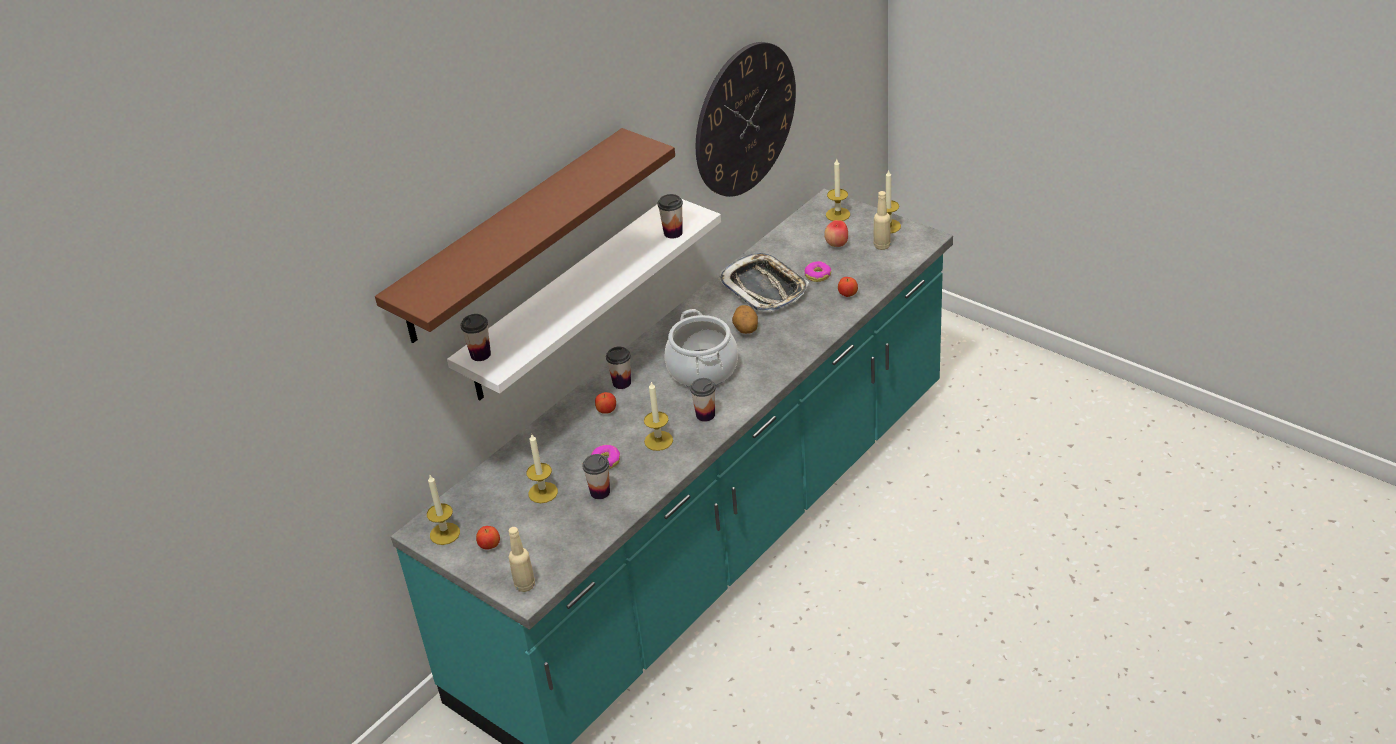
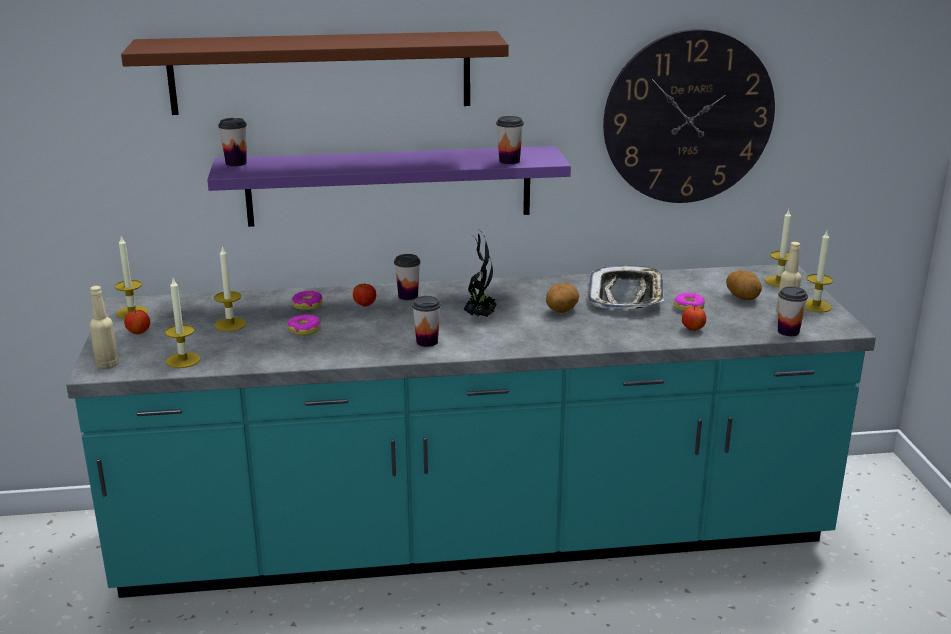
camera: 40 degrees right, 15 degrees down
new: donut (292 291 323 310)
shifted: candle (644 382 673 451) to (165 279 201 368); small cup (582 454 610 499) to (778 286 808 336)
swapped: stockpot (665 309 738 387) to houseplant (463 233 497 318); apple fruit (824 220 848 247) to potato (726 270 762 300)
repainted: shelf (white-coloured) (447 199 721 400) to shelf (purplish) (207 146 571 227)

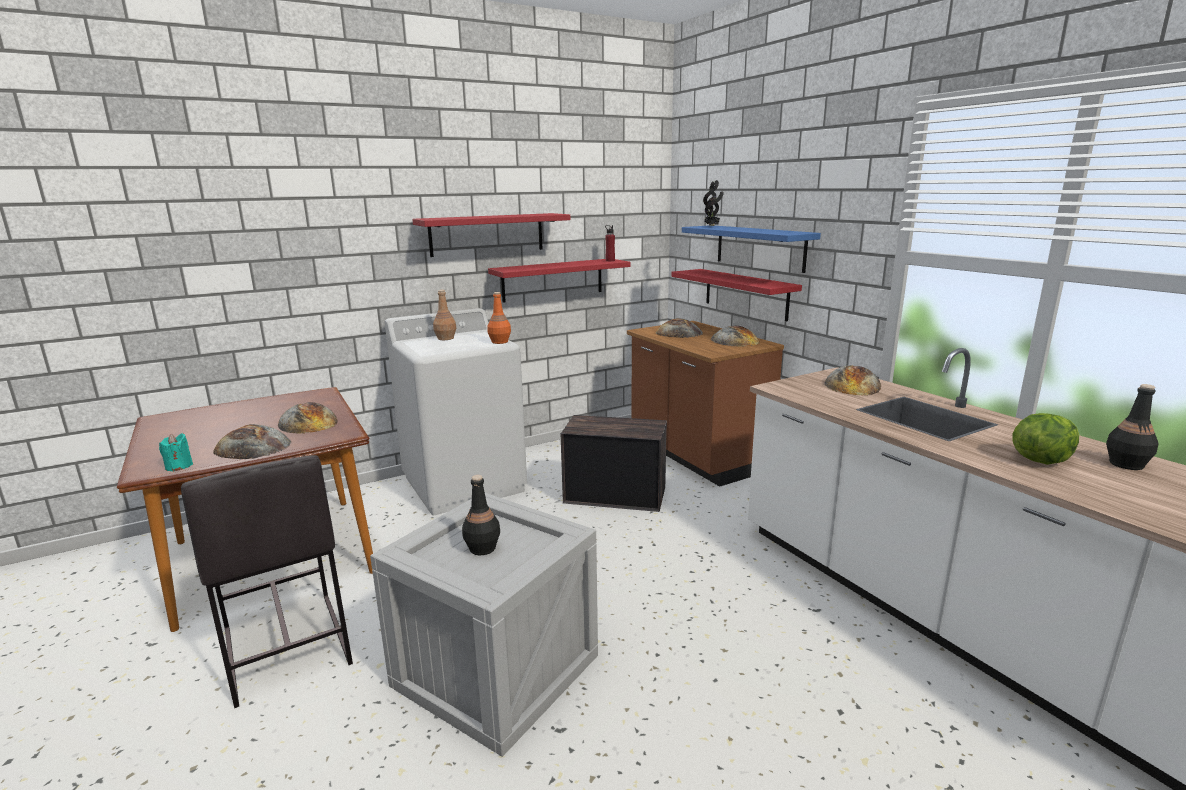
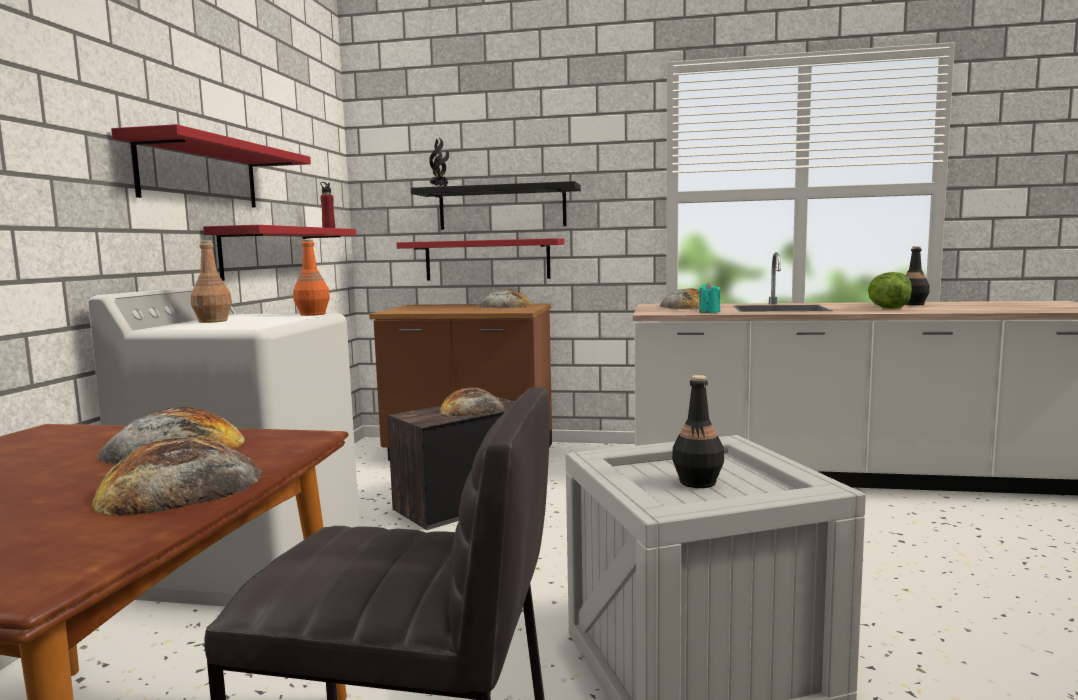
camera: 50 degrees left, 10 degrees down
shifted: bread (656 318 703 338) to (440 388 504 416); candle (turquoise) (159 433 193 472) to (698 282 720 313)
repainted: shelf (blue) (682 226 821 273) to shelf (blackish) (411 181 581 230)

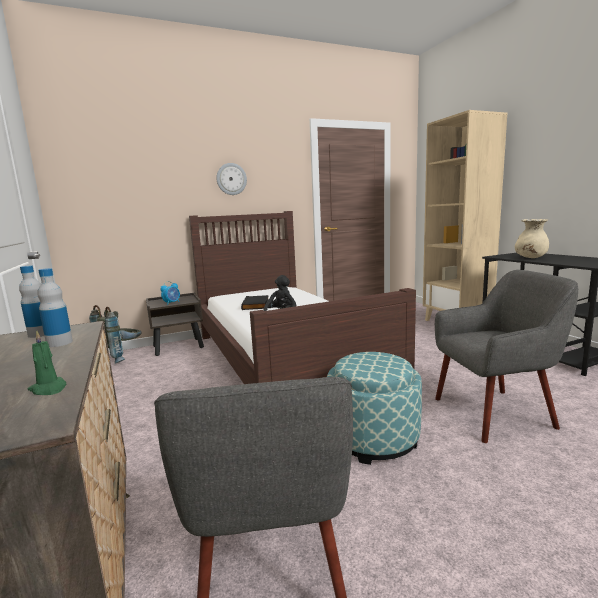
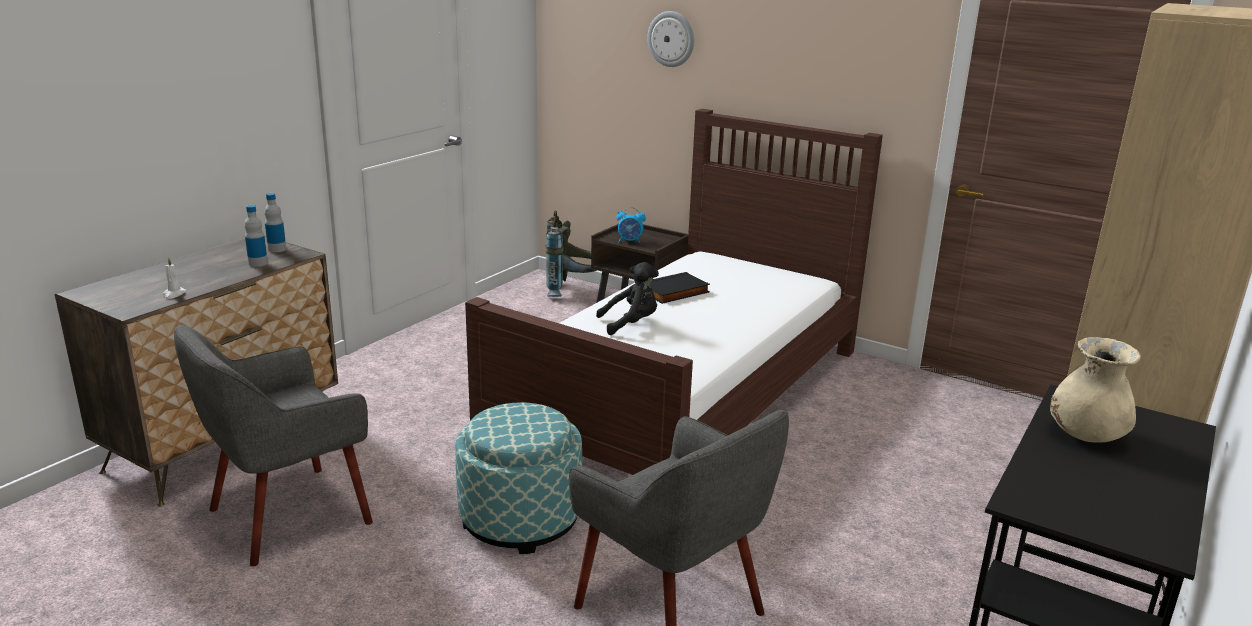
camera: 55 degrees right, 10 degrees up
shifted: hanging clock (216 163 247 195) to (647 11 694 67)
repainted: candle (green-coloured) (28 330 66 395) to candle (white-coloured) (163 258 186 299)

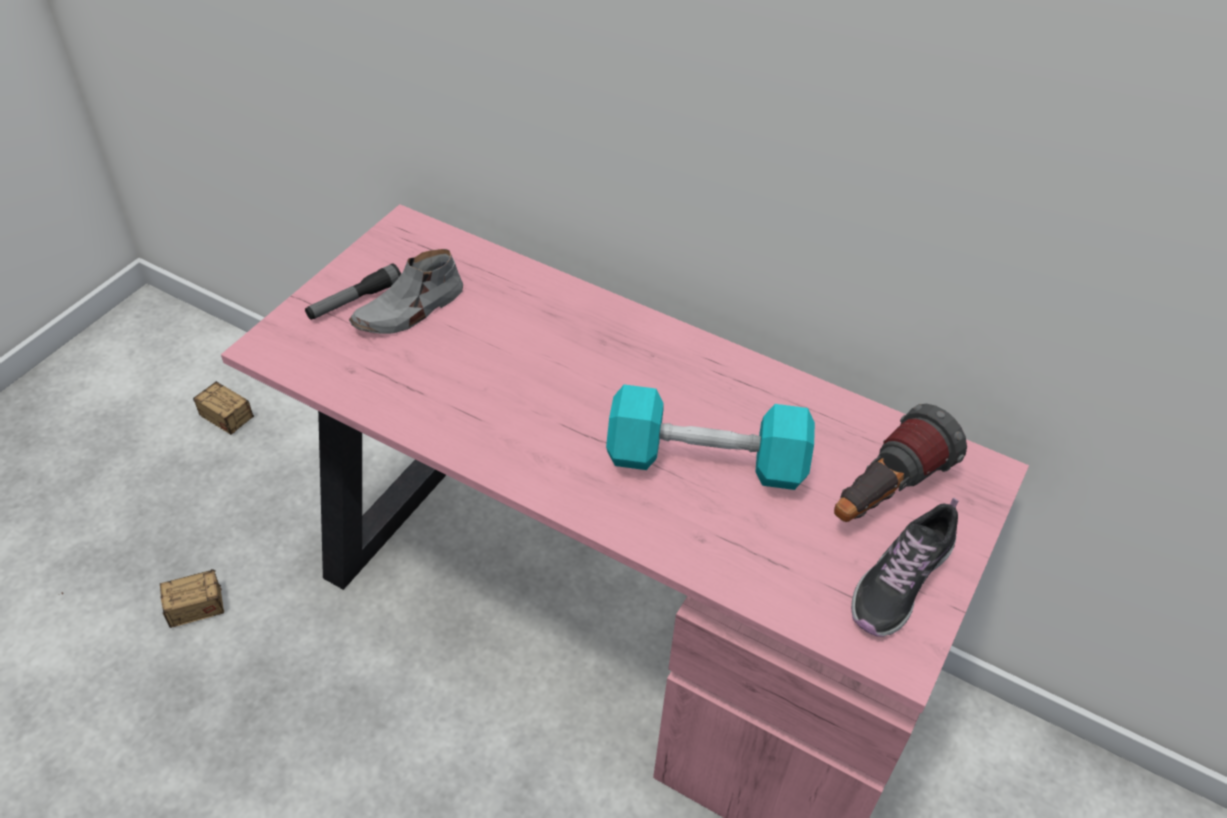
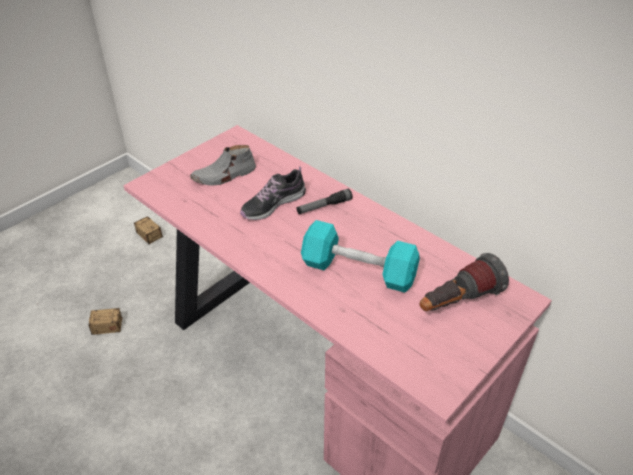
camera: 15 degrees right, 5 degrees down
shifted: low shoe (851 498 958 637) to (240 166 306 220); hand torch (305 263 401 320) to (297 189 352 214)

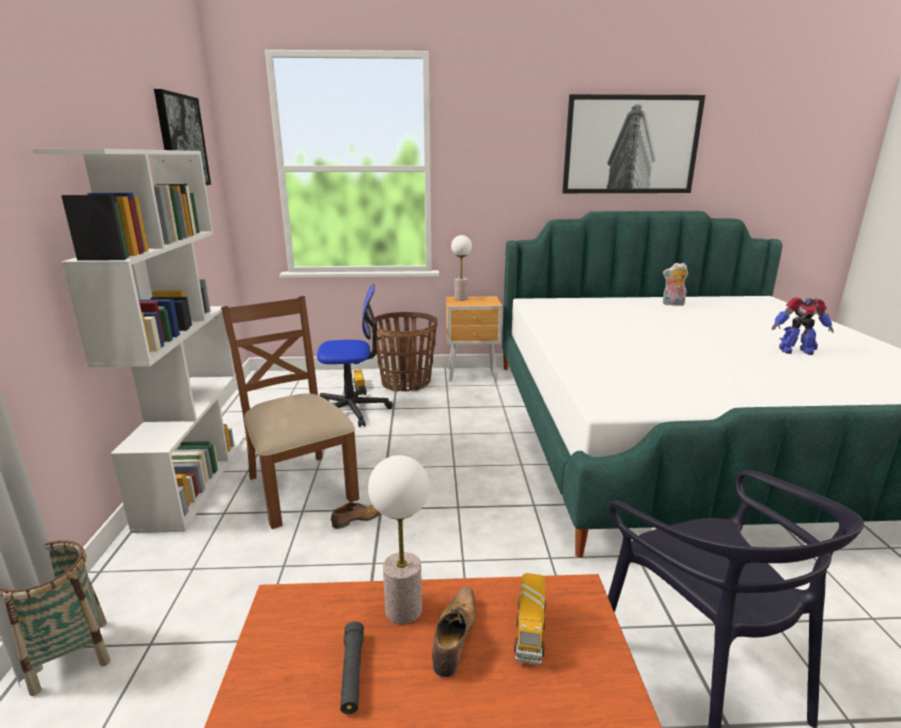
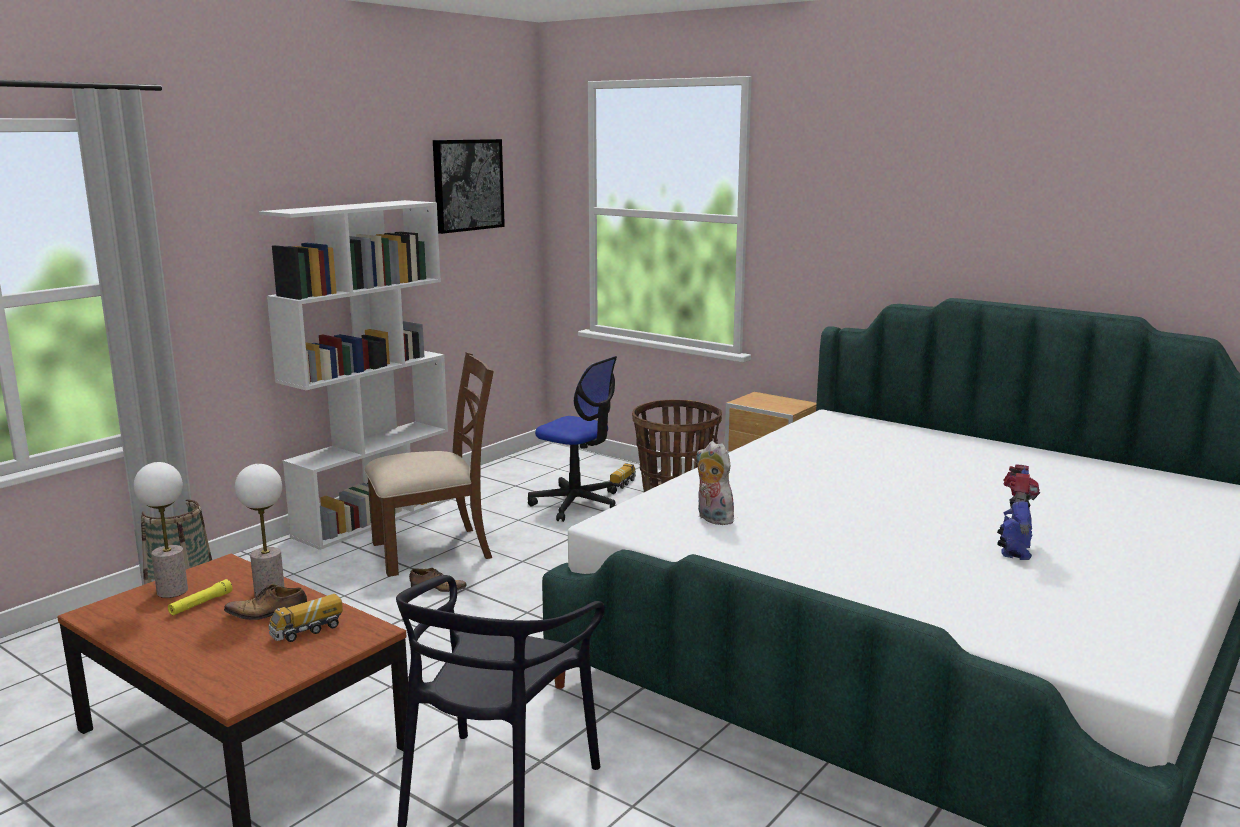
camera: 40 degrees right, 5 degrees down
gone: wall picture (562 94 705 193)
shifted: lamp for a table (451 235 472 301) to (134 462 188 598); cuddly toy (663 263 688 306) to (696 441 735 525)
repainted: hand torch (blackish) (340 621 364 714) to hand torch (yellow) (168 579 233 615)
rotated: low shoe (432 587 475 677) = (224 584 307 620) 150 degrees counterclockwise; plain chair (brownish) (221 296 359 529) = (365 352 494 577) 60 degrees clockwise; robot figure (772 297 834 355) = (997 464 1040 560) 120 degrees counterclockwise

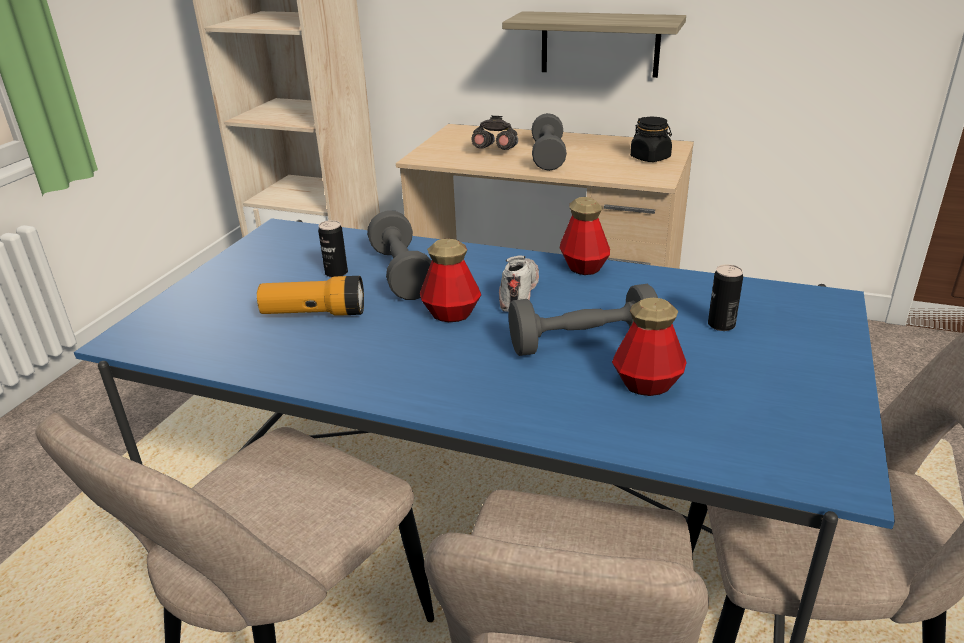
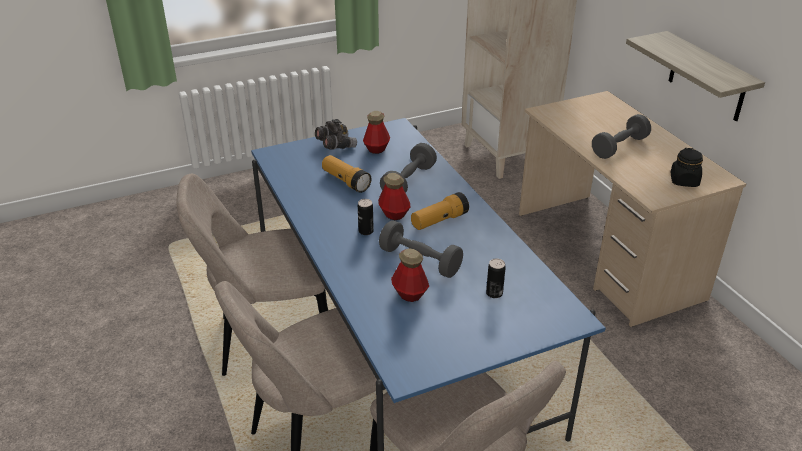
camera: 45 degrees right, 5 degrees up
shifted: pair of binoculars (grey) (471 116 518 150) to (315 119 357 150); can (318 220 348 278) to (358 199 374 235); beverage bottle (560 197 610 275) to (363 111 390 154)
swapped: low shoe (white-coloured) (499 256 539 312) to hand torch (411 192 469 230)

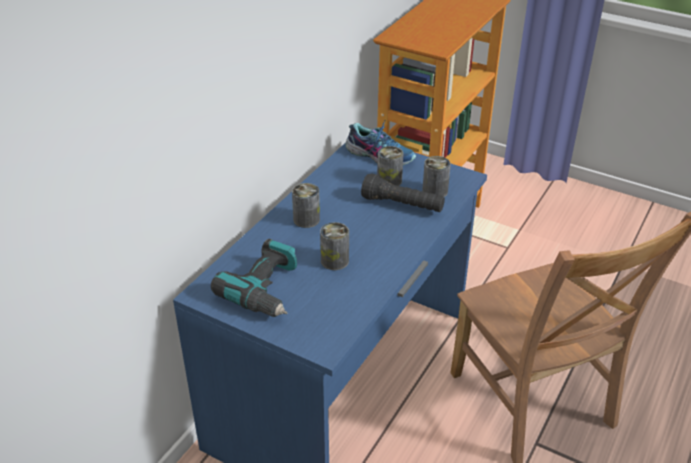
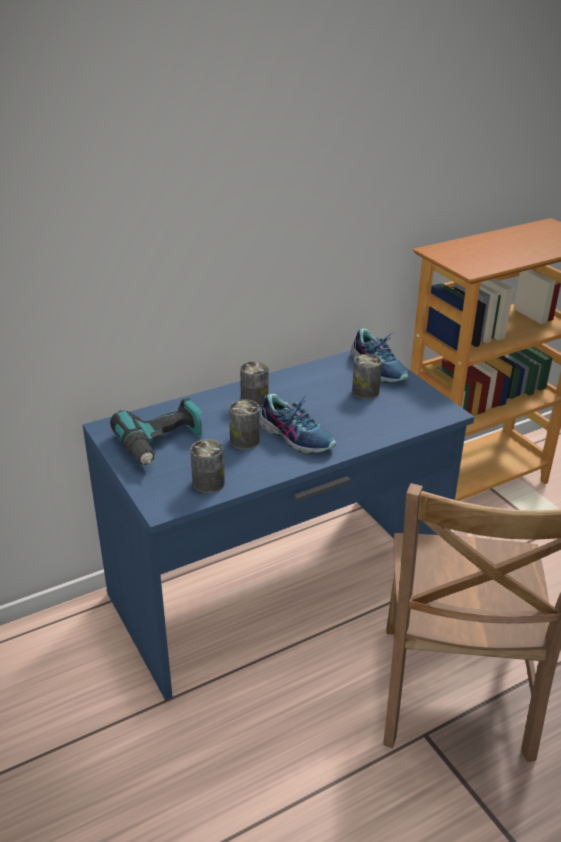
camera: 30 degrees right, 5 degrees down
gone: hand torch (blackish) (361 173 445 212)
new: low shoe (260 394 336 454)
shifted: can (422 156 451 197) to (190 439 225 493)

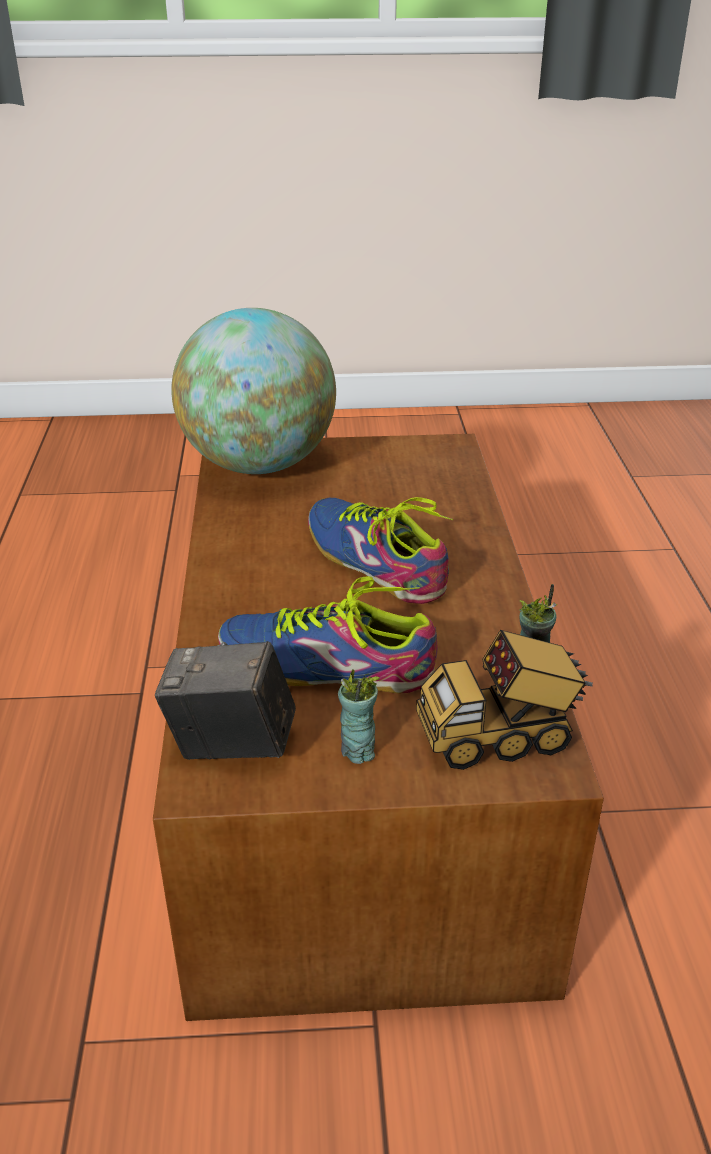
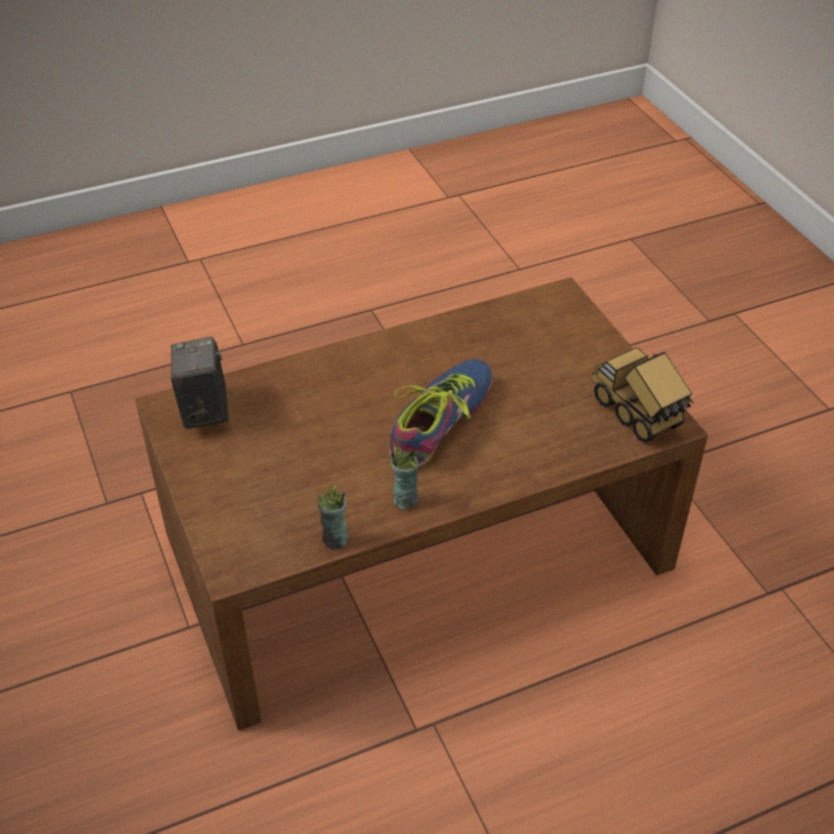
camera: 70 degrees right, 10 degrees up
gone: world globe (171 308 336 474); low shoe (218 576 438 694)
shifted: small cup (338 670 380 764) to (391 446 419 510); toy truck (416 630 593 770) to (592 347 693 443)

